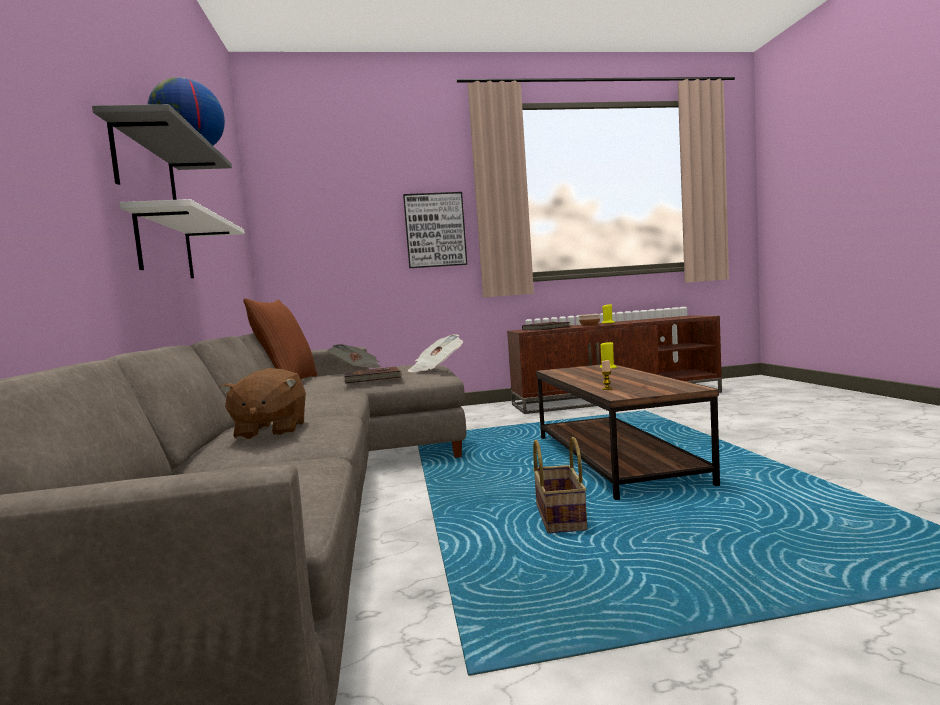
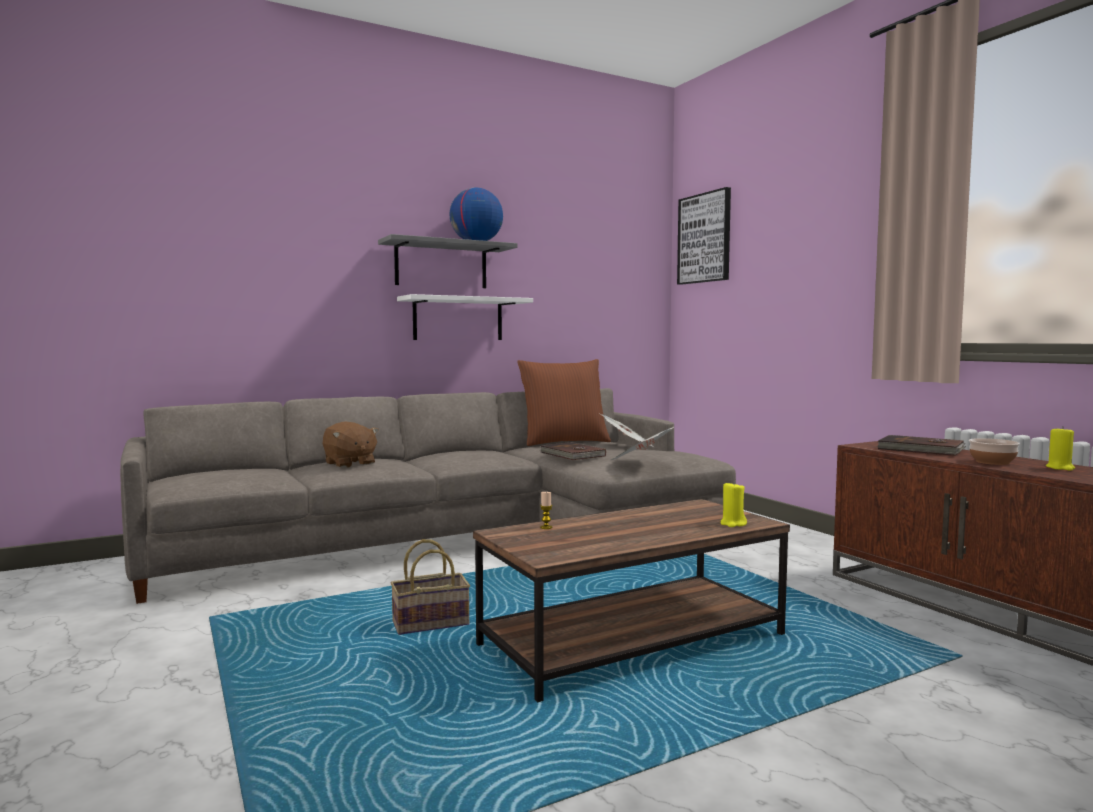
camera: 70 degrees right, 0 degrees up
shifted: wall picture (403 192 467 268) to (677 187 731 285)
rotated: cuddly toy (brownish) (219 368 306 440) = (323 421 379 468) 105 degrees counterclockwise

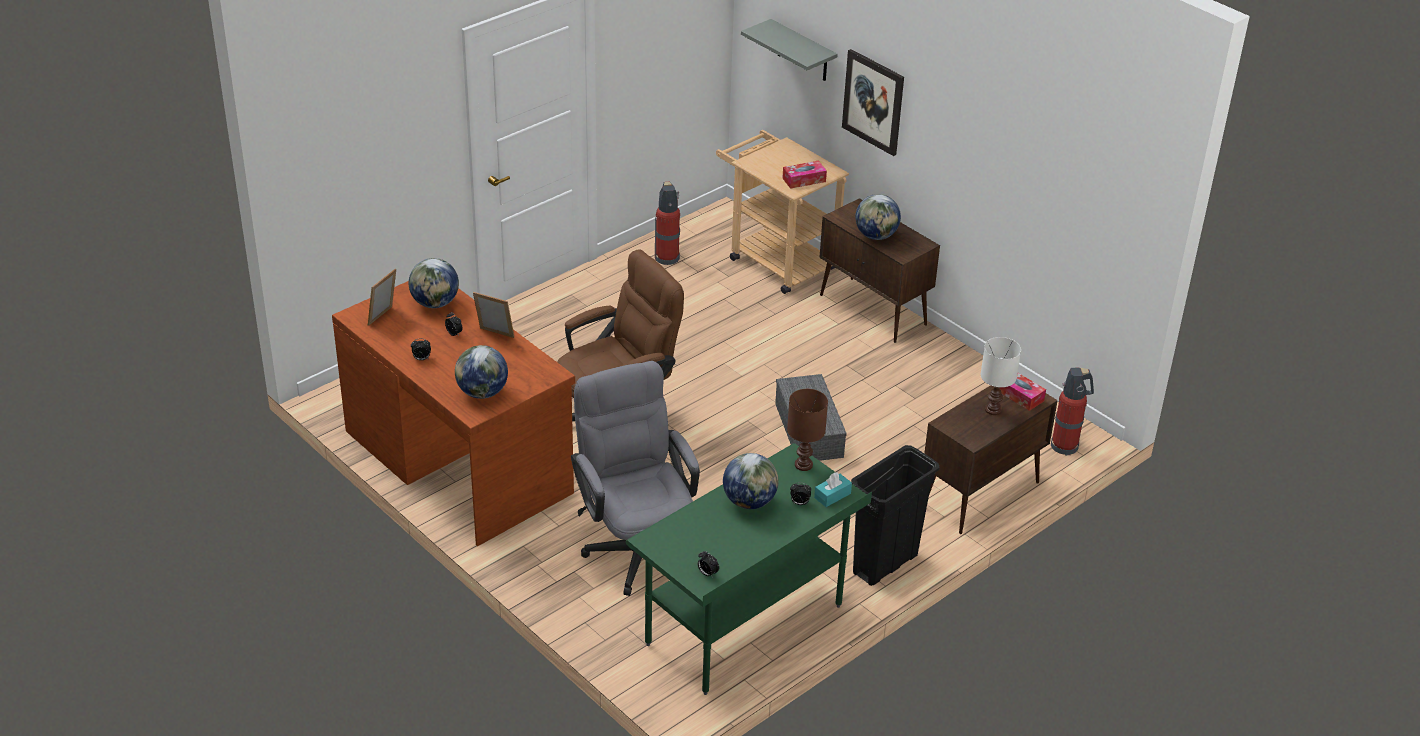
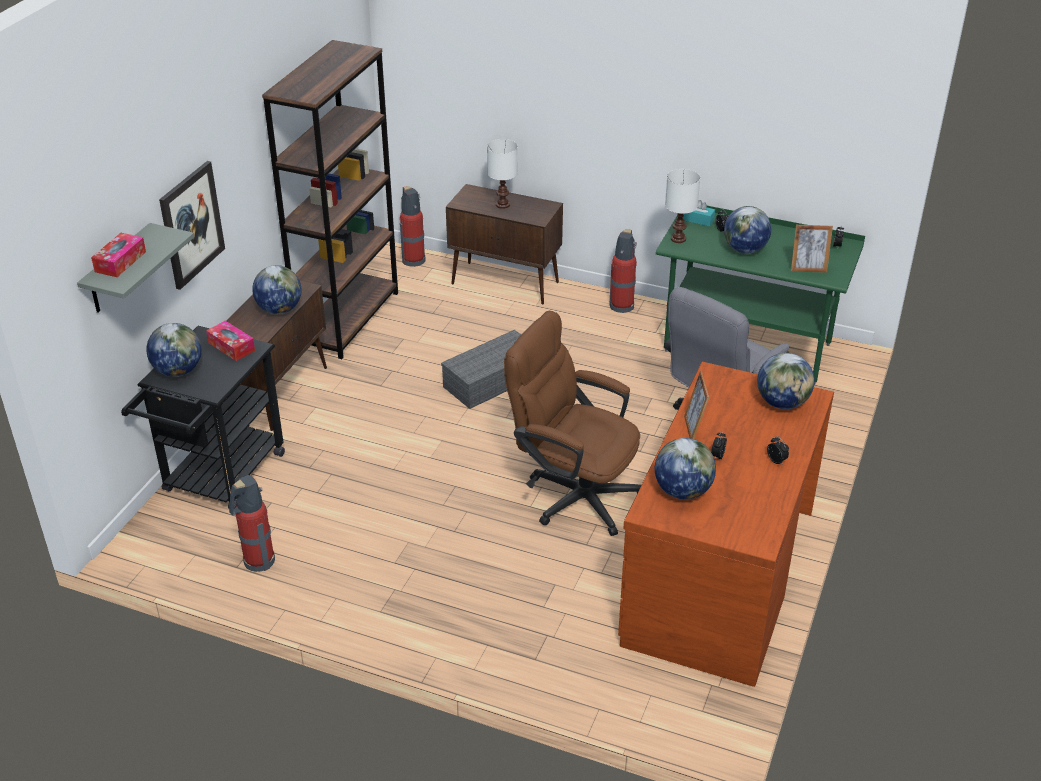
camera: 115 degrees left, 0 degrees up
new: world globe (146 323 202 377); bookcase (brownish) (262 40 398 359)
shifted: tissue holder (999 373 1046 411) to (91 233 146 277); standing frame (368 269 396 326) to (791 225 833 273)
swapped: rubbish bin (blackish) (851 445 939 586) to fire-fighting cylinder (609 229 637 313)
repainted: cart (beige-coloured) (716 130 849 294) to cart (blackish) (121 326 285 509); lamp for a table (brownish) (787 389 828 471) to lamp for a table (white-coloured) (665 169 700 243)

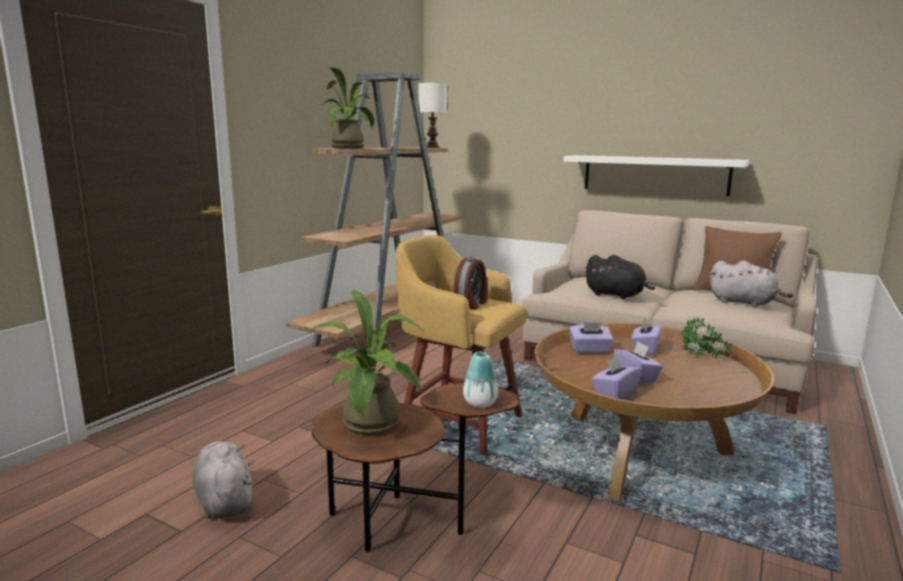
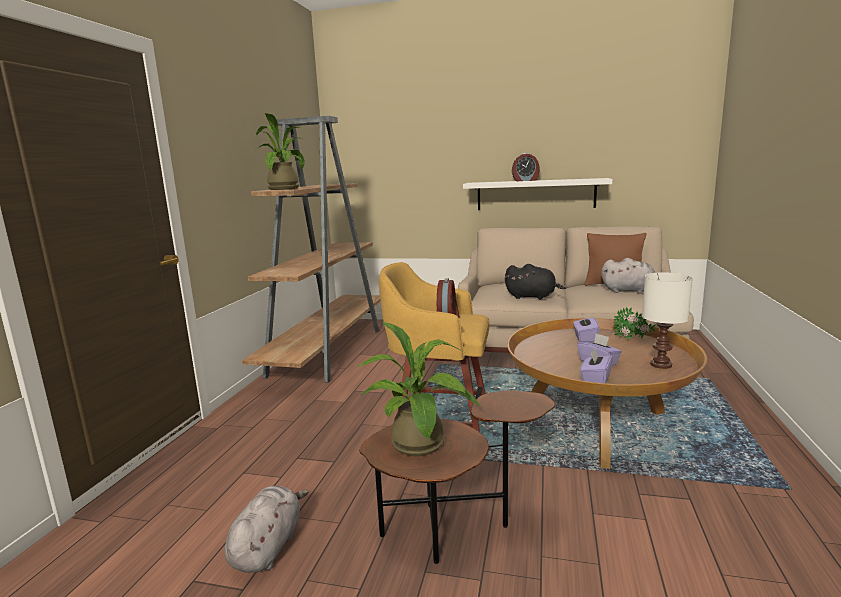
camera: 15 degrees left, 0 degrees up
gone: flower vase (463 352 498 408); tissue holder (purplish) (569 322 613 353)
new: table clock (512 153 540 181)
shifted: lamp for a table (white-coloured) (419 83 447 148) to (642 272 693 369)
rotated: cuddly toy (grey) (192 441 252 519) = (224 486 309 573) 60 degrees clockwise

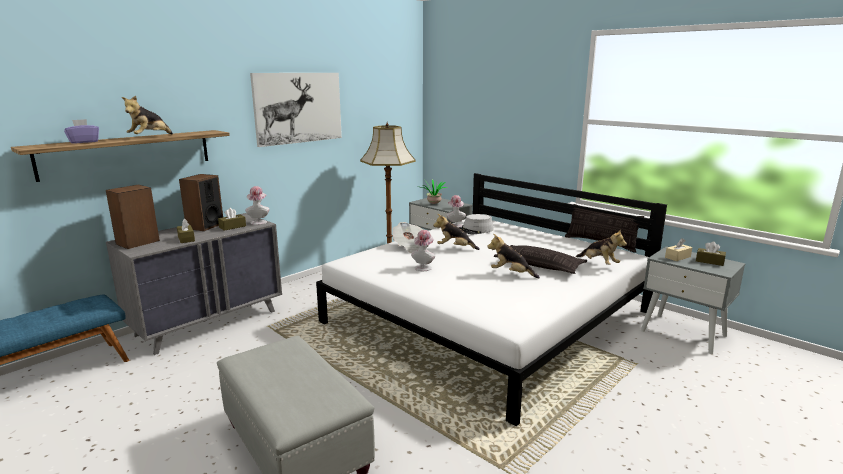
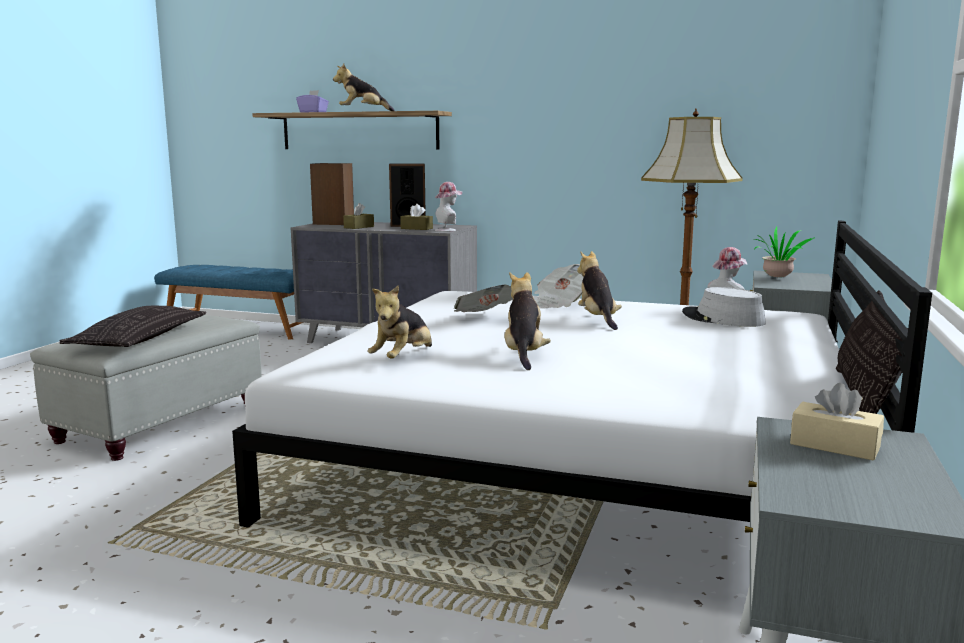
camera: 65 degrees right, 5 degrees down
gone: wall picture (250 73 342 147); tissue holder (brownish) (696 242 726 266)
shifted: cushion (494 245 587 274) to (60 306 206 347); cuddly toy (576 230 627 265) to (368 285 432 359)
swapped: hat (411 230 435 271) to daily paper (454 285 513 312)

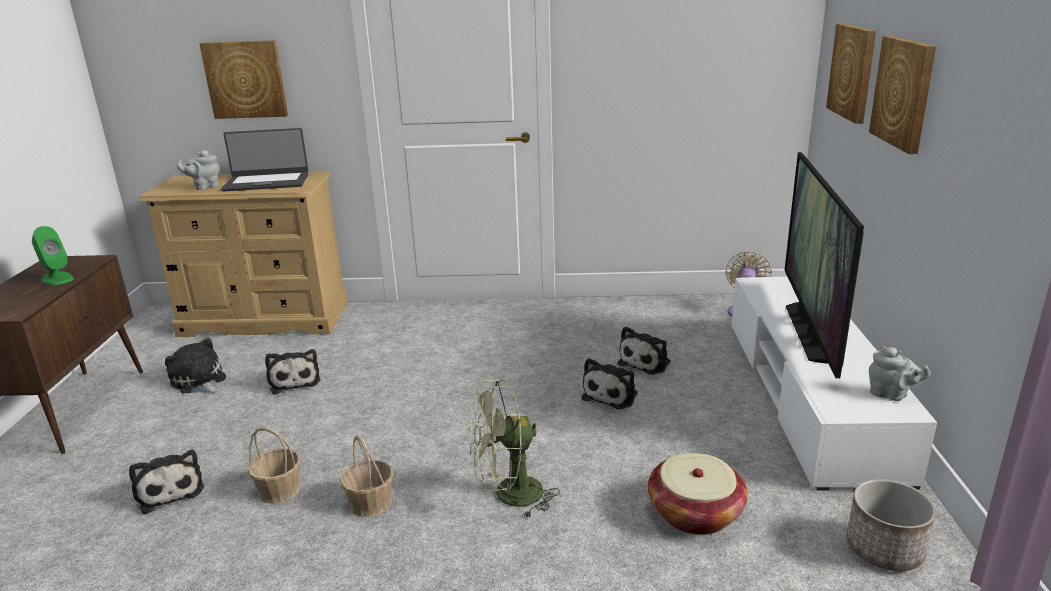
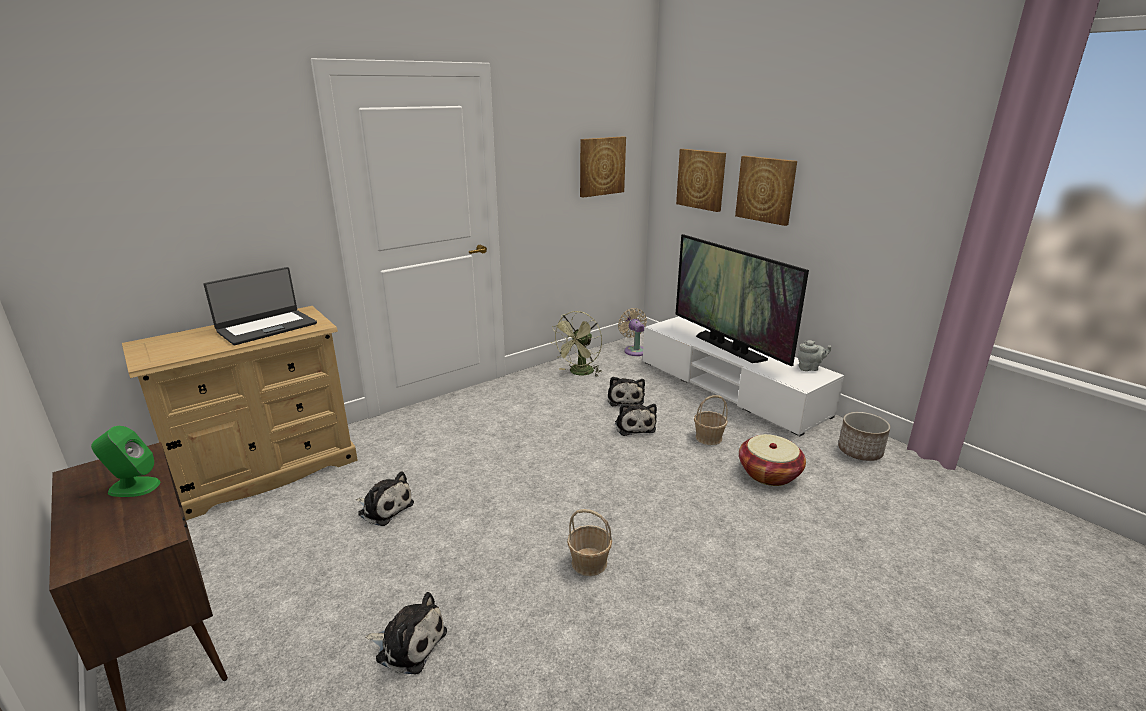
camera: 40 degrees left, 0 degrees up
gone: cuddly toy (165 338 226 394); pot for tea (grey) (177 150 220 190)
shifted: cooling fan (green-coloured) (468 379 560 519) to (552 311 602 377); wall picture (199 40 288 119) to (580 136 626 198); basket (247 427 301 504) to (694 395 728 445)

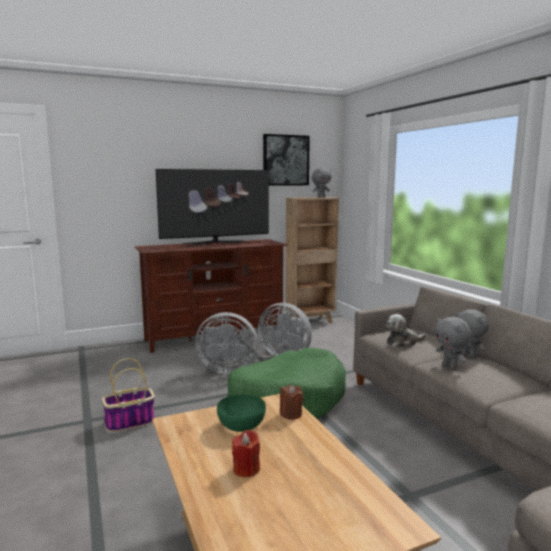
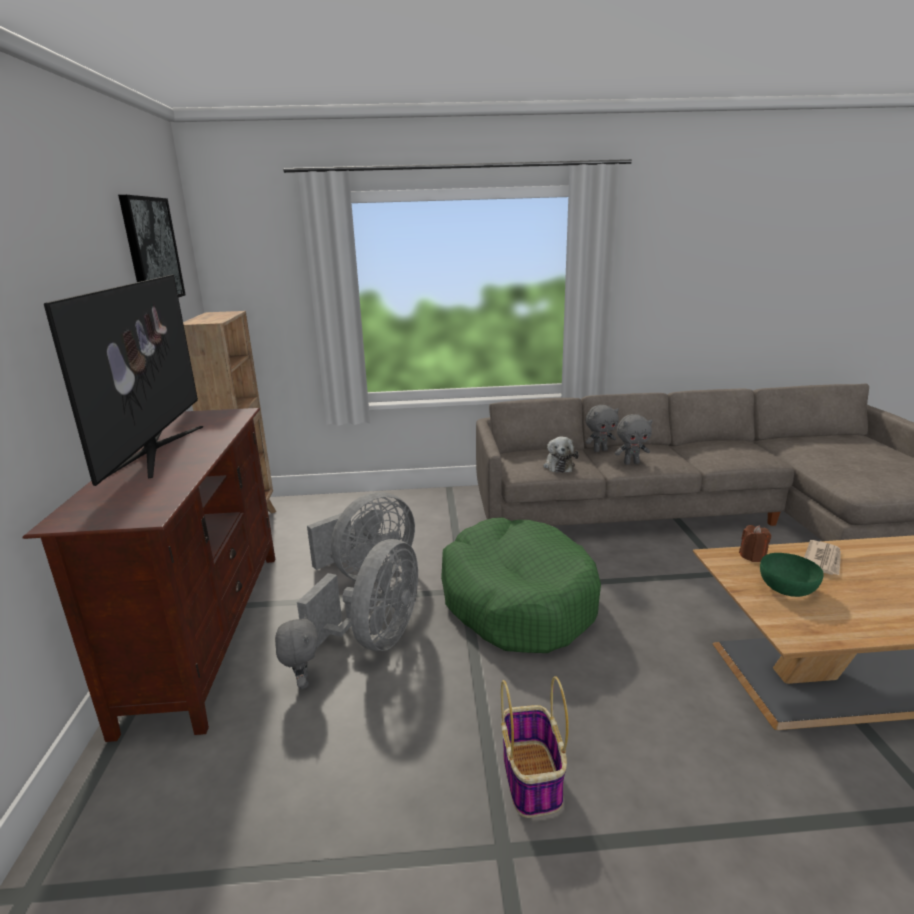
camera: 70 degrees left, 10 degrees up
gone: candle (red-coloured) (232 430 260 477)
new: daily paper (804 540 841 575)
shifted: cuddly toy (grey) (312 168 332 198) to (275 614 318 689)

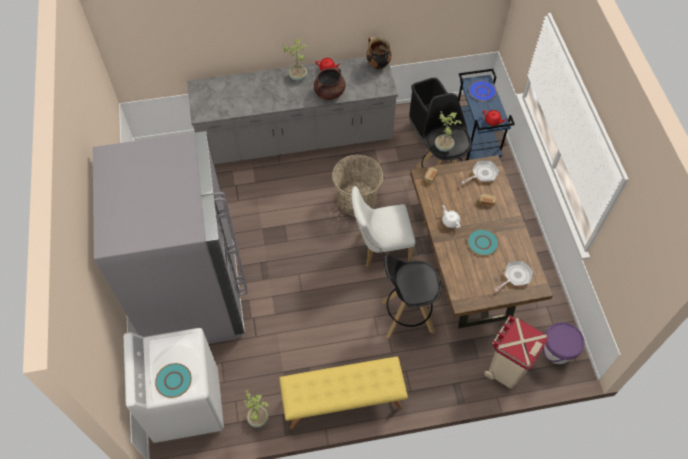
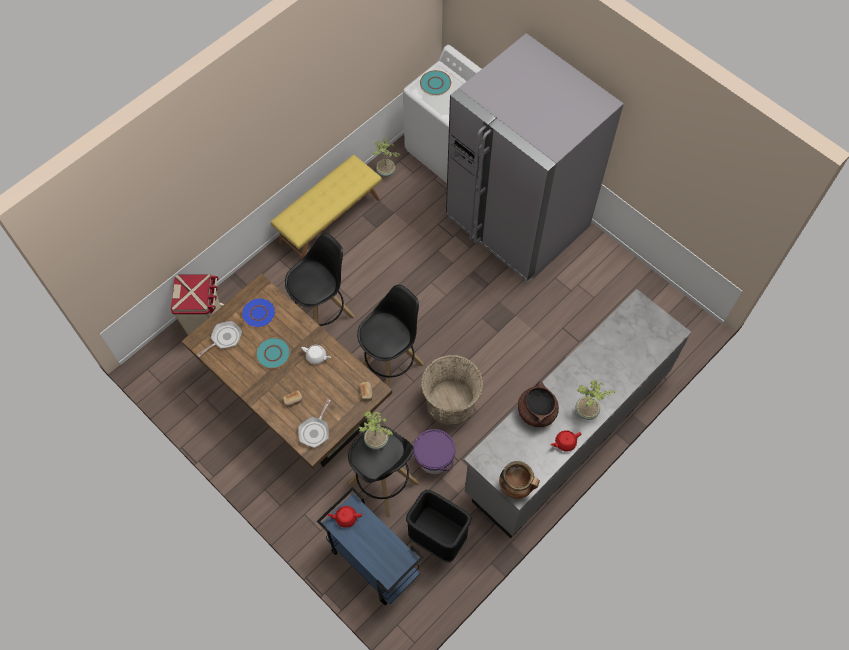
camera: 145 degrees right, 5 degrees up
shifted: flat dish (blue) (469 80 497 101) to (241 298 276 328); bucket (purplish) (542 322 585 364) to (413 429 456 474)
swapped: plain chair (white-coloured) (351 186 415 267) to sitting stool (blackish) (357 285 424 397)
rotated: skillet (494 261 533 292) = (197 321 242 357) 150 degrees counterclockwise

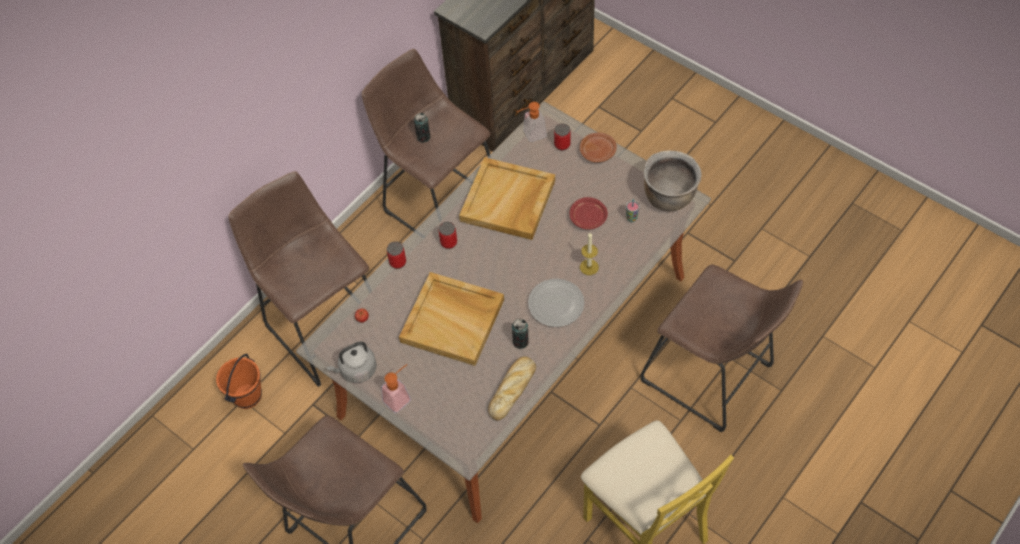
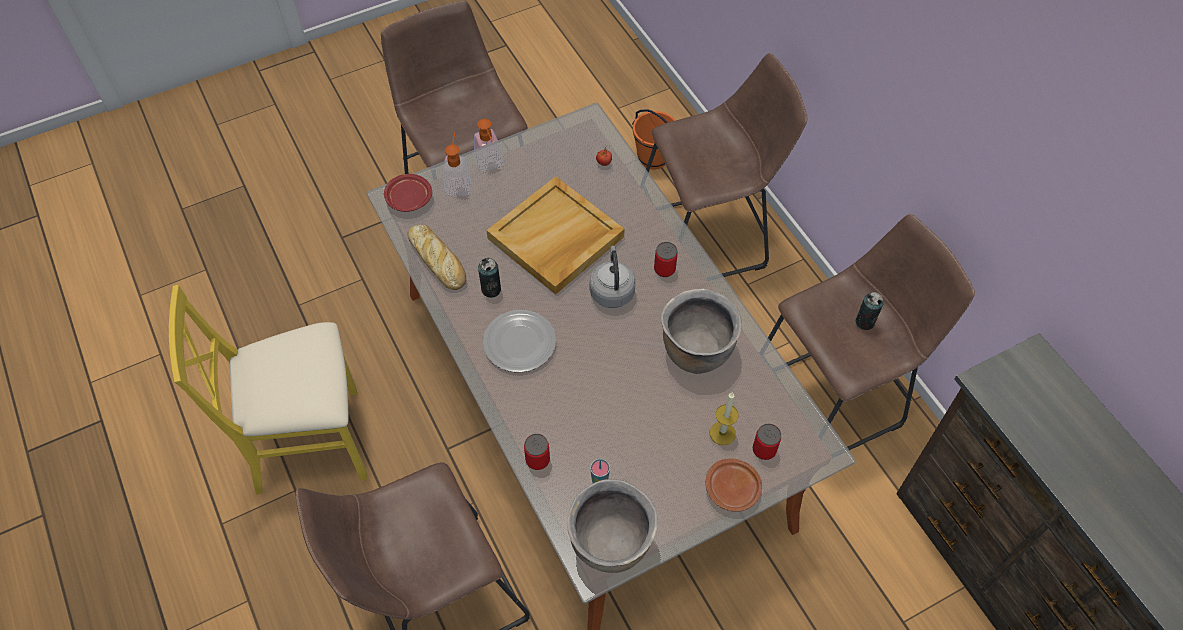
camera: 110 degrees right, 0 degrees up
shifted: flat dish (red-coloured) (569 197 608 229) to (384 174 432 212); liquid soap bottle (517 102 547 142) to (443 132 471 196); can (387 241 406 269) to (524 434 550 470); tea kettle (grey) (326 341 376 383) to (590 246 636 308); candle (580 233 599 275) to (710 393 739 445)
swapped: tray (beige-coloured) (459 157 555 240) to stockpot (brownish) (661 289 742 374)

